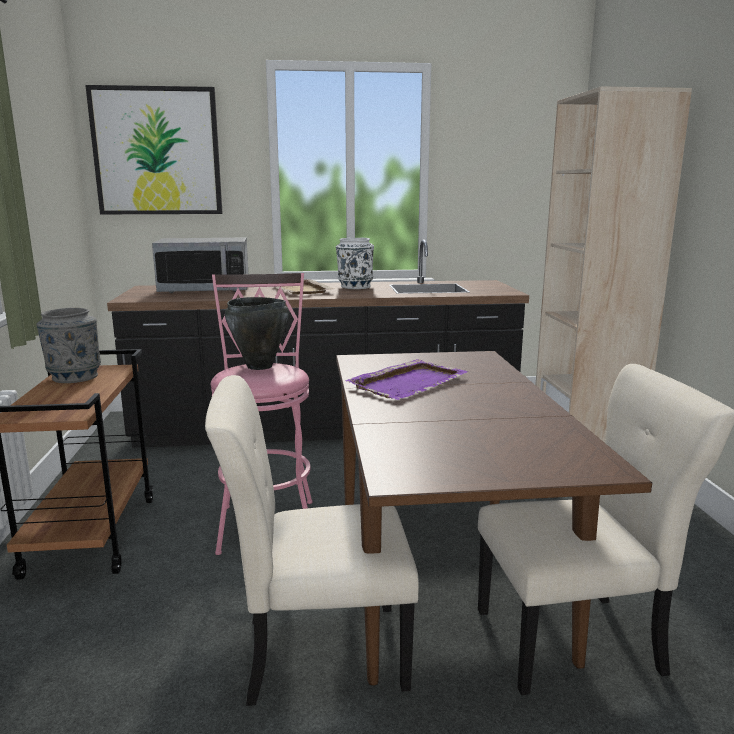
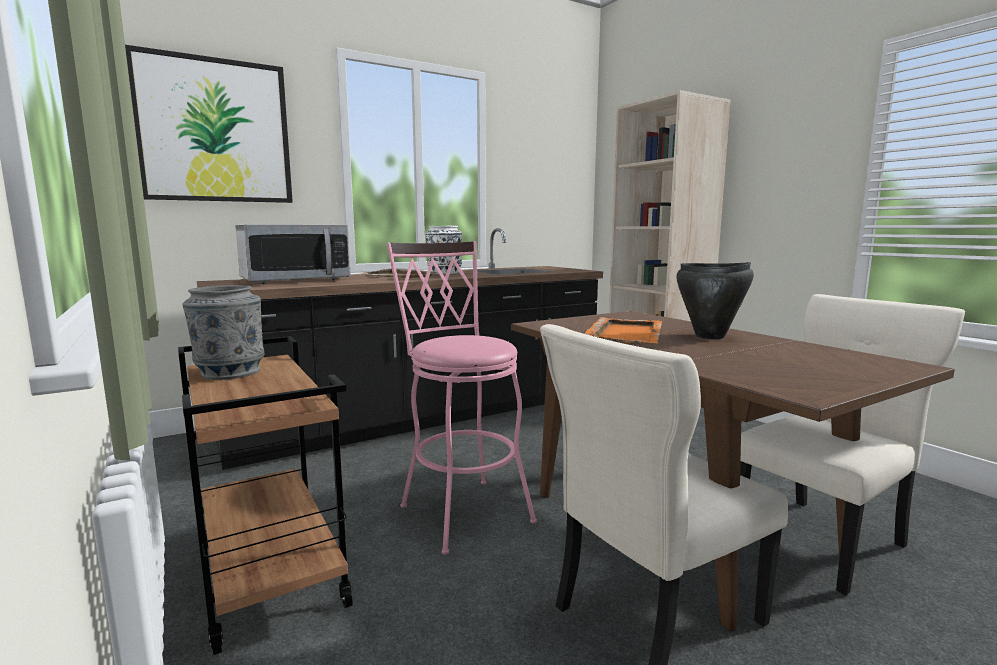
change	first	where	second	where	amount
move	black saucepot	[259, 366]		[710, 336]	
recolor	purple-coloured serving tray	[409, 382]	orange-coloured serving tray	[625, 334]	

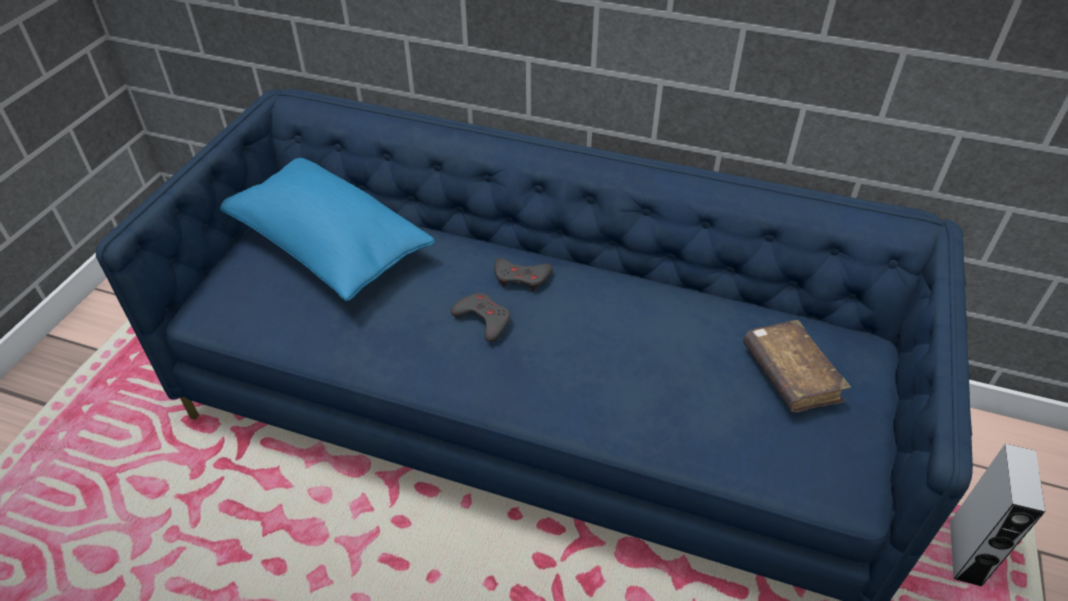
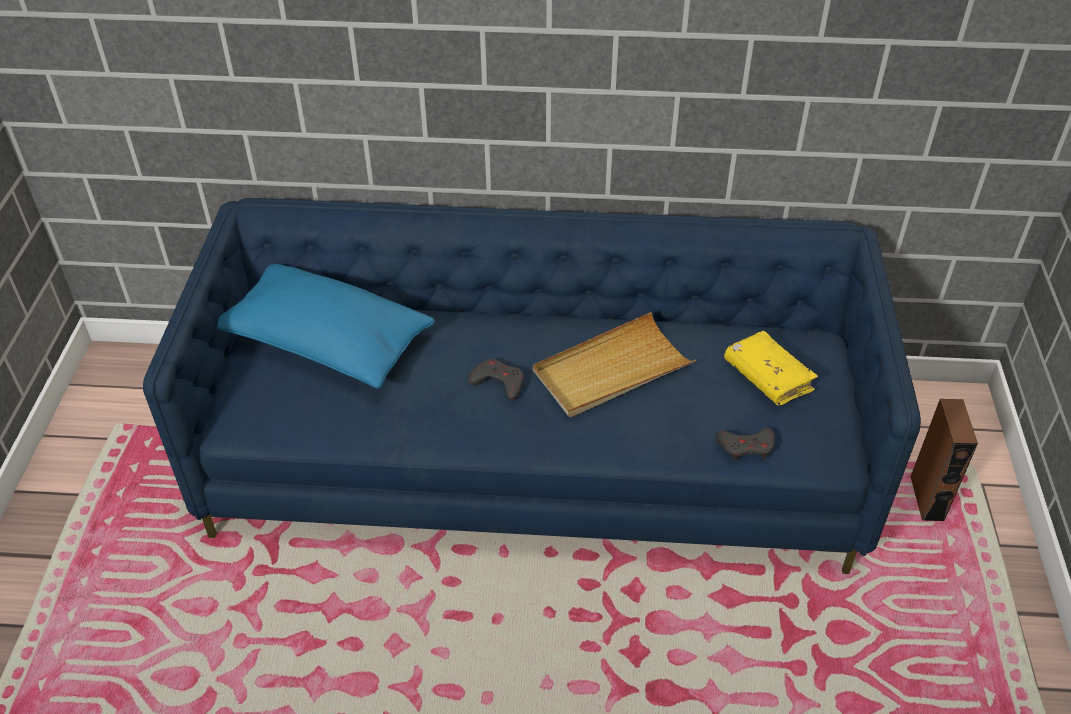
change	first	where	second	where	amount
insert			beige serving tray	[611, 370]	
move	greyish joypad	[521, 278]		[746, 446]	
recolor	brownish book	[790, 374]	yellow book	[767, 377]	
recolor	greyish audio speaker	[964, 553]	brownish audio speaker	[926, 499]	

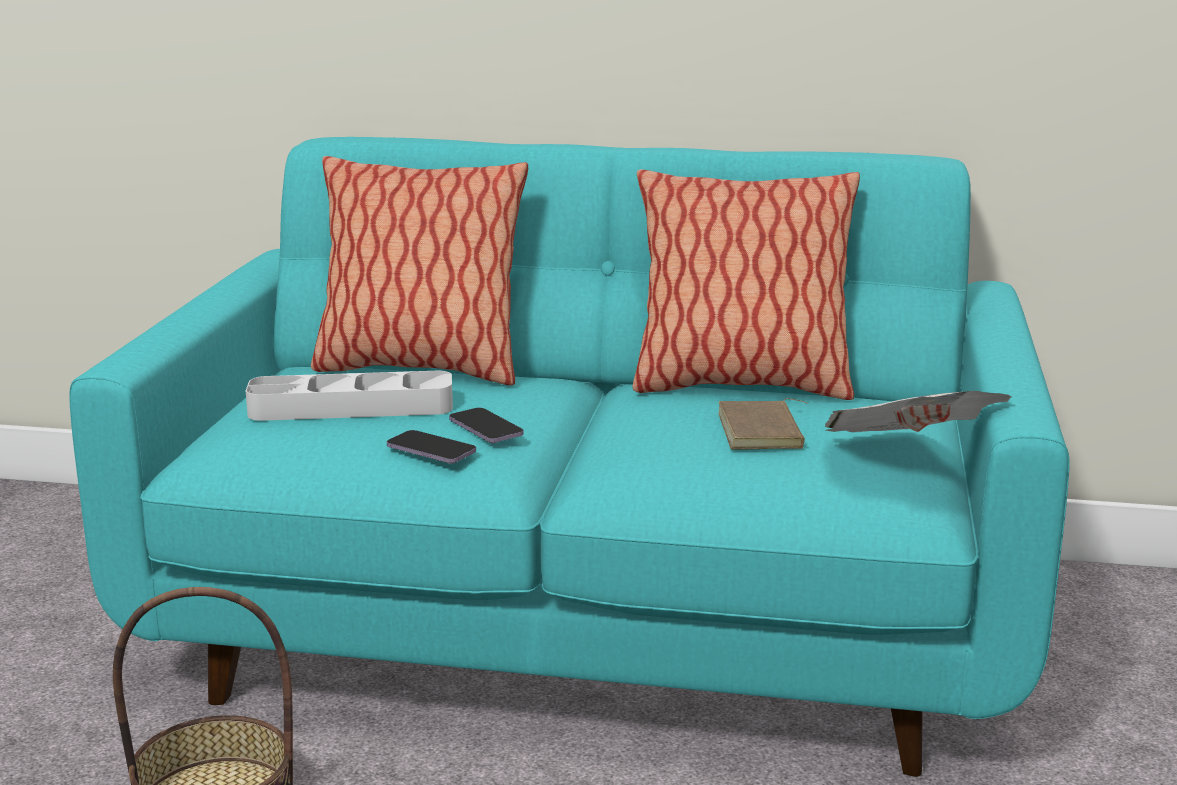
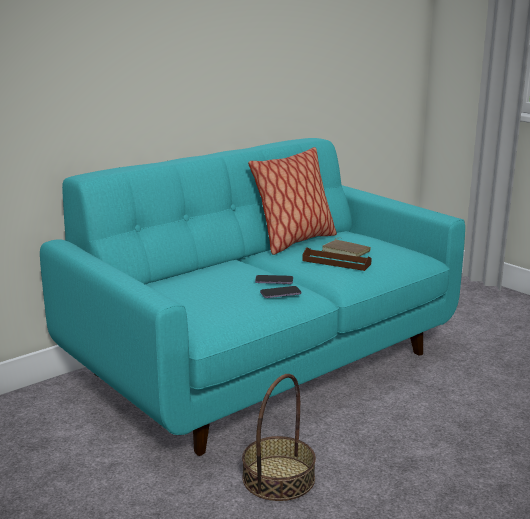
change	first	where	second	where	amount
delete	greyish serving tray	[351, 407]			
delete	cushion	[419, 369]			
delete	newspaper	[910, 462]			
insert			brownish serving tray	[336, 262]	

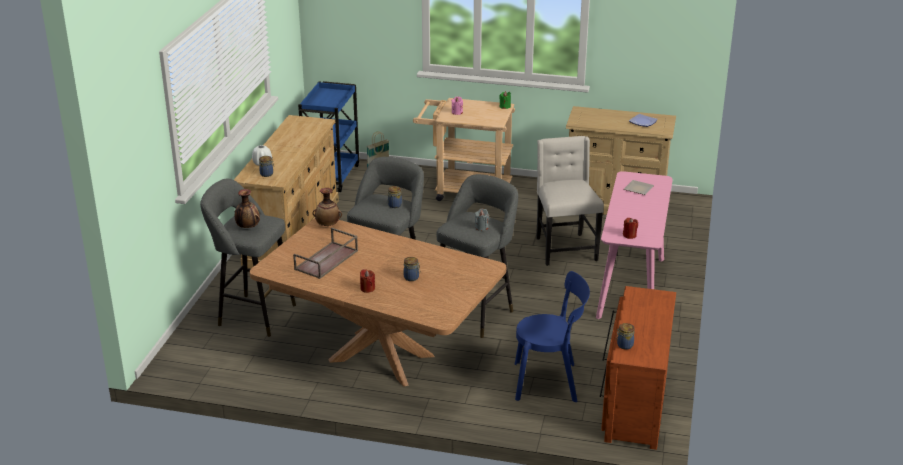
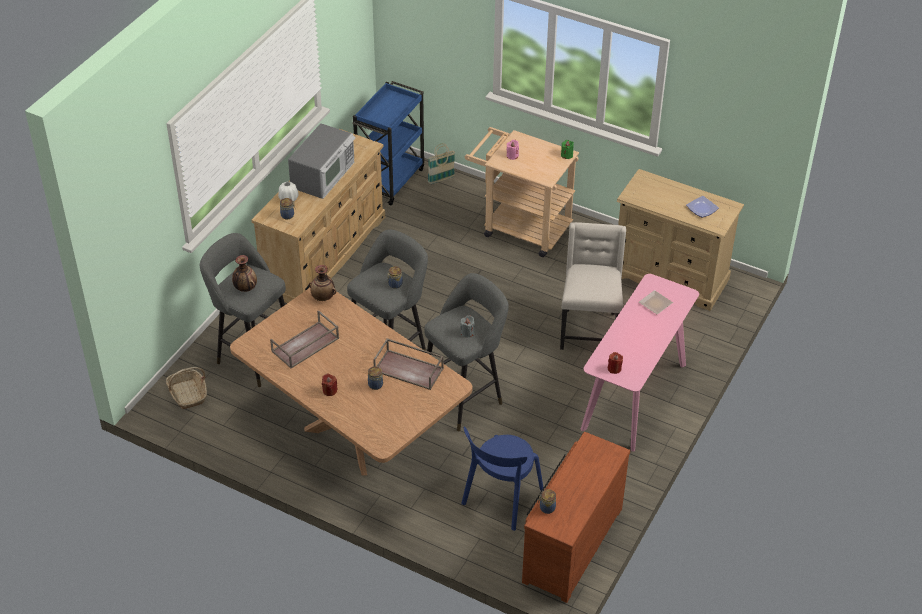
change	first	where	second	where	amount
insert			basket	[188, 394]	
insert			kitchen microwave	[324, 175]	
insert			brownish serving tray	[409, 369]	
rotate	blue plain chair	[549, 382]		[500, 500]	105 degrees clockwise

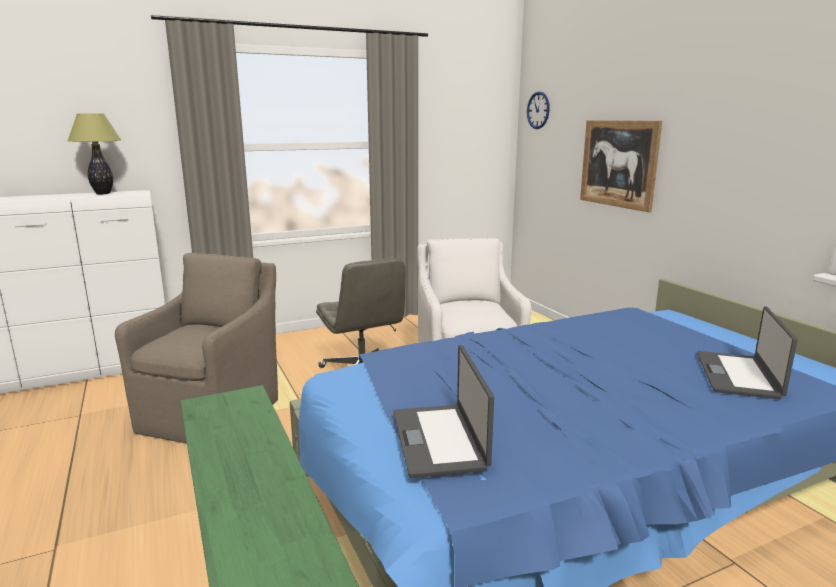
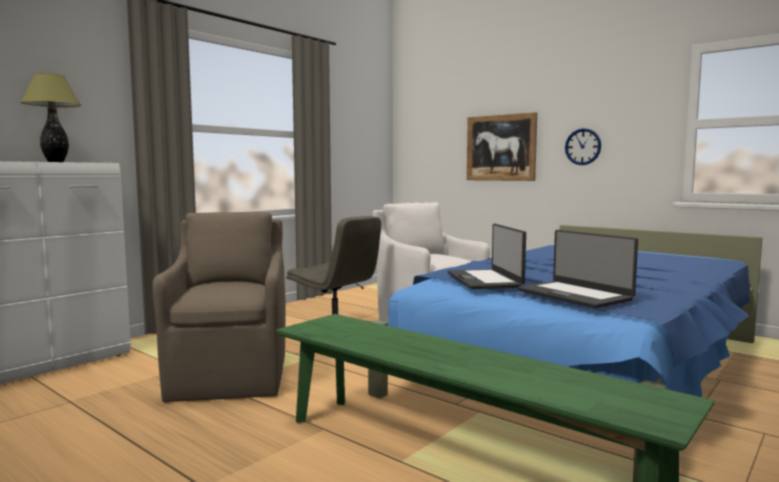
change	first	where	second	where	amount
move	clock on the wall	[538, 110]		[583, 146]	
move	portable computer	[738, 375]		[485, 280]	

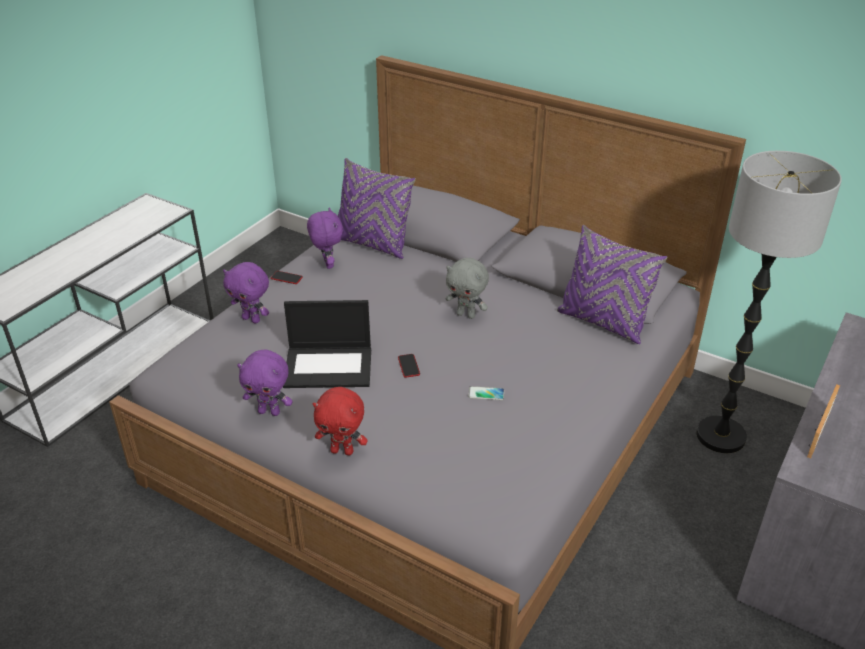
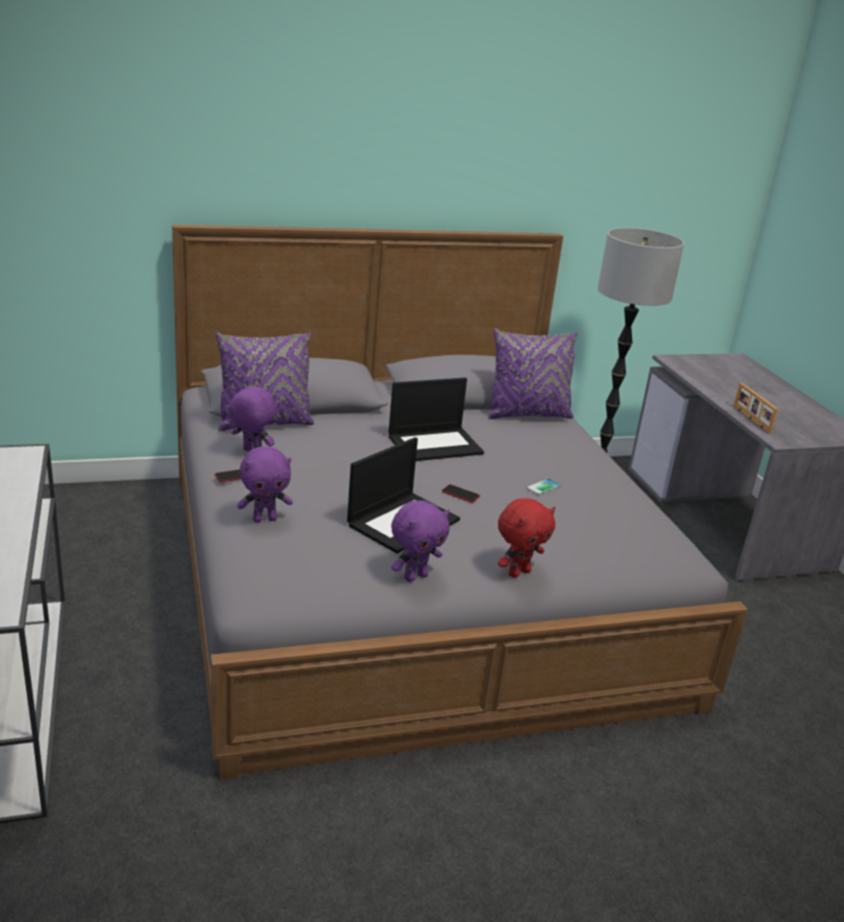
change	first	where	second	where	amount
replace	greyish cuddly toy	[466, 315]	portable computer	[435, 444]	

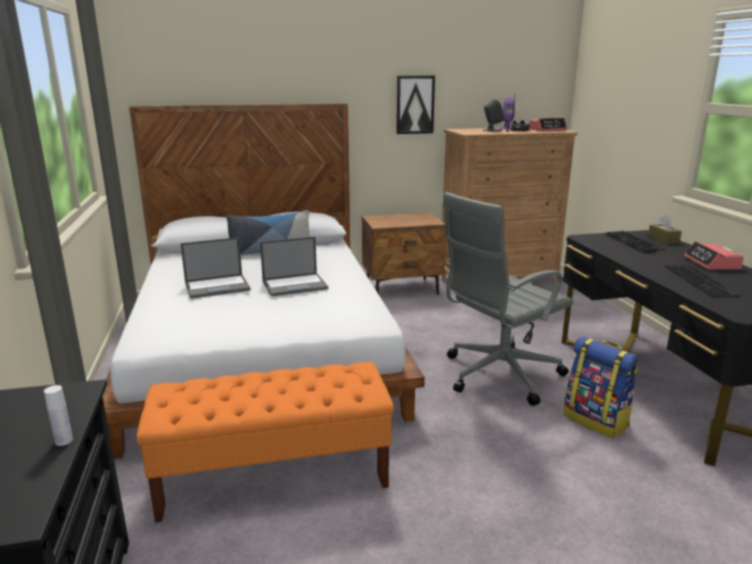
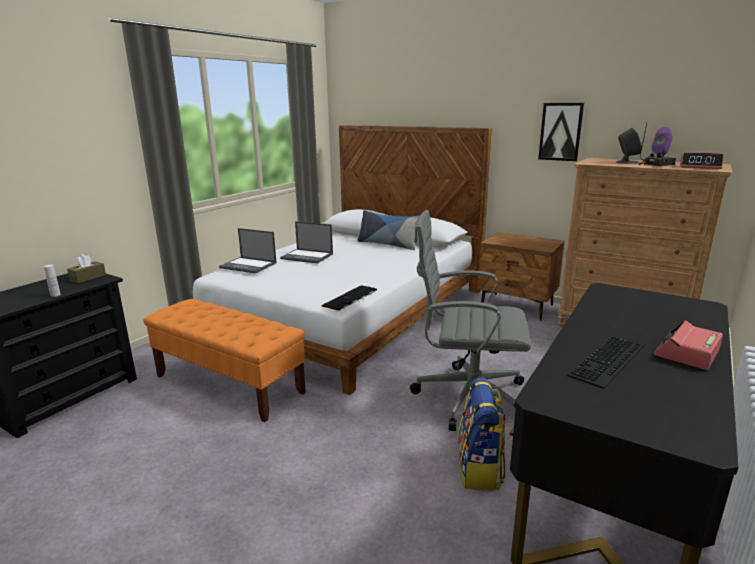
change	first	where	second	where	amount
move	portable computer	[295, 285]		[249, 265]	
move	PC keyboard	[634, 242]		[350, 298]	
move	brownish box of tissues	[663, 239]		[88, 277]	

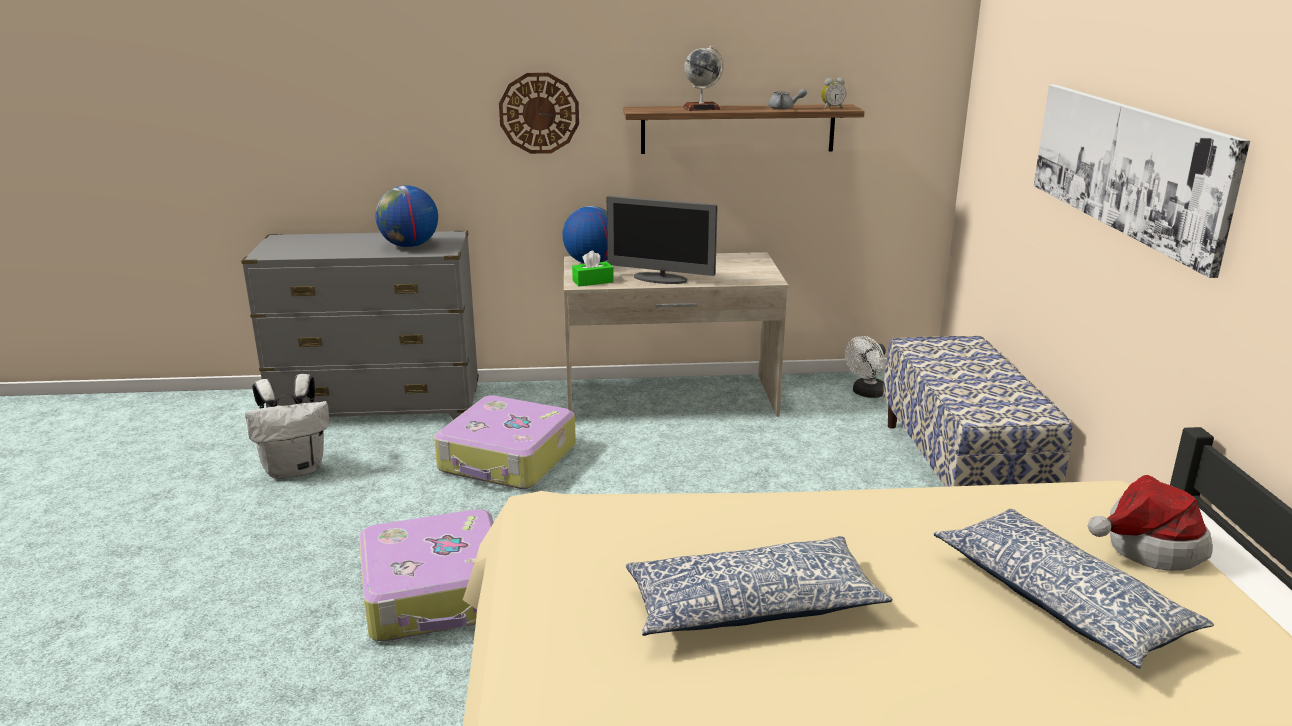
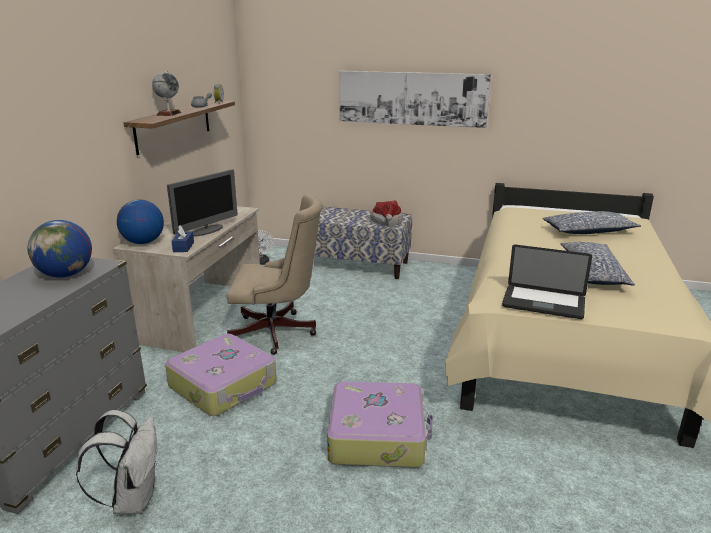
change	first	where	second	where	amount
delete	clock on the wall	[539, 113]			
insert			beige computer chair	[278, 333]	
insert			portable computer	[543, 303]	
move	hat	[1147, 546]		[386, 222]	
recolor	green-coloured box of tissues	[593, 281]	blue box of tissues	[183, 247]	

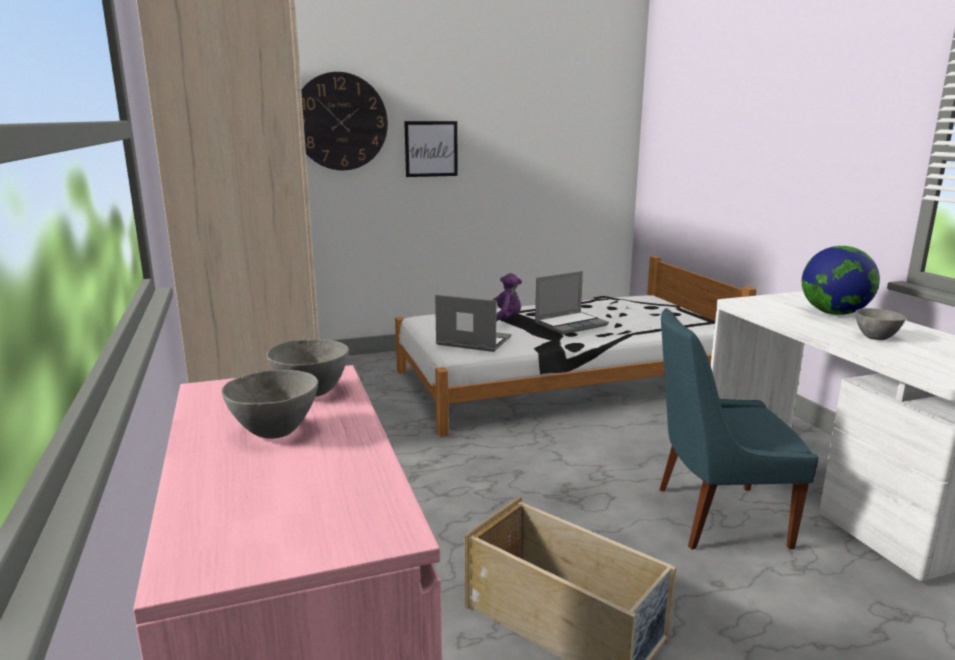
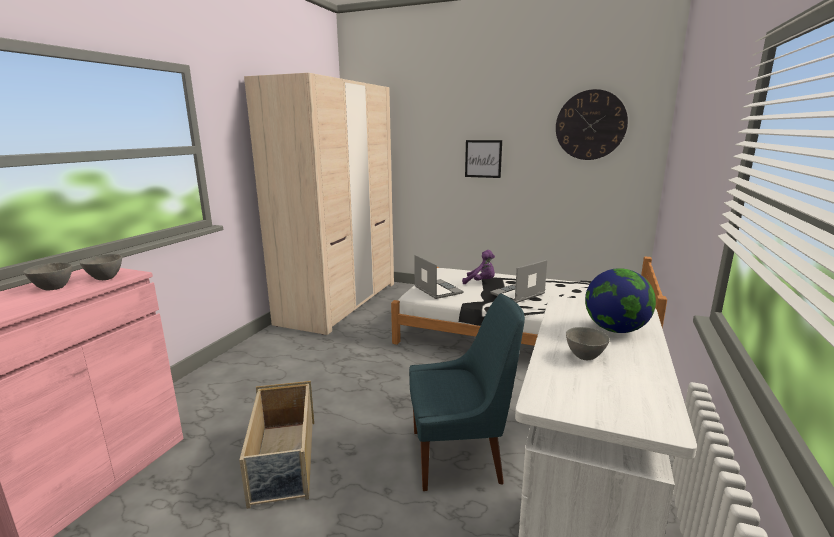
change	first	where	second	where	amount
move	clock on the wall	[340, 122]		[590, 125]	
rotate	portable computer	[571, 324]		[517, 294]	135 degrees clockwise
rotate	blue plain chair	[715, 517]		[460, 456]	135 degrees clockwise

